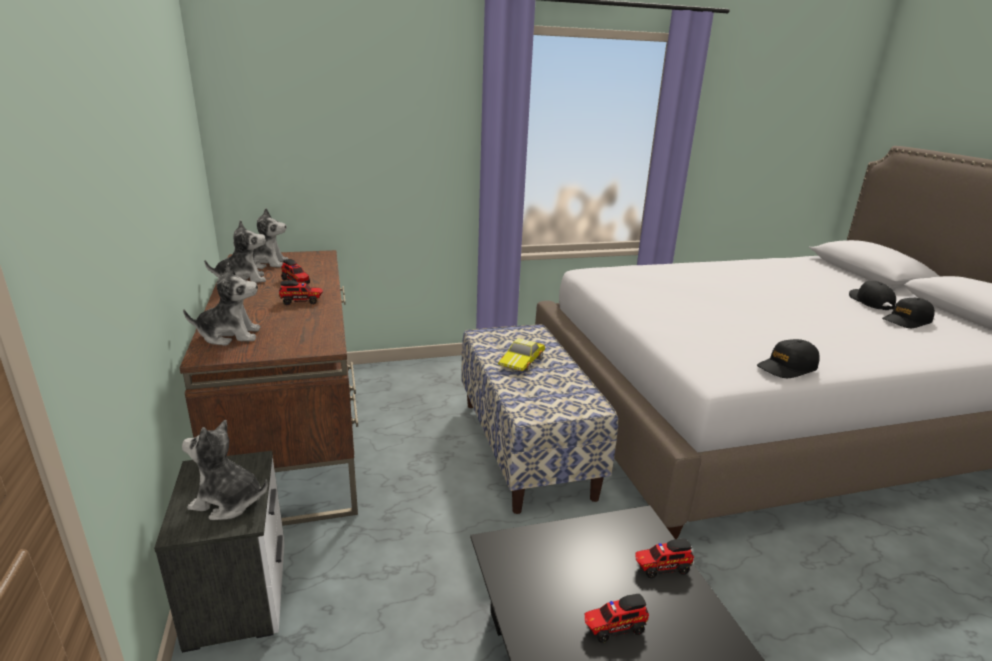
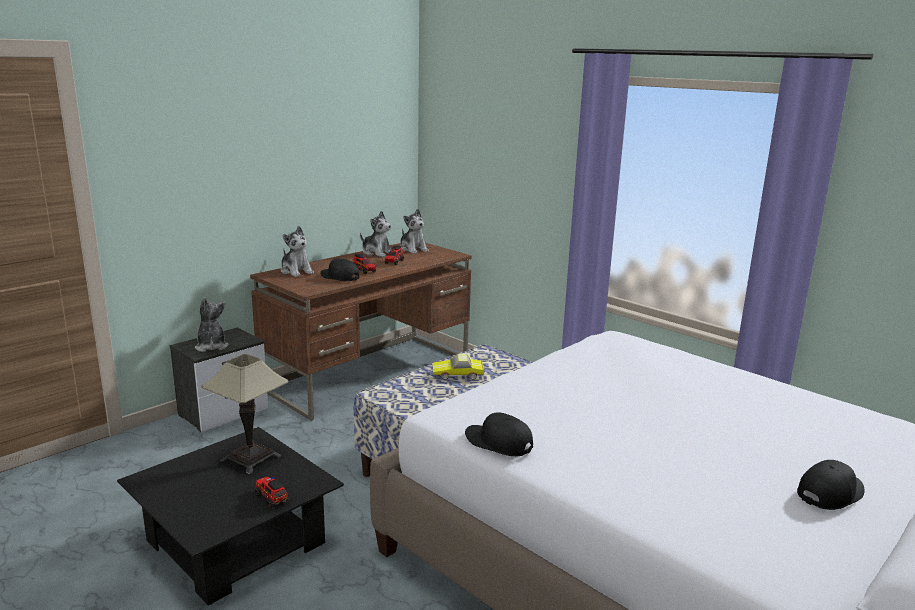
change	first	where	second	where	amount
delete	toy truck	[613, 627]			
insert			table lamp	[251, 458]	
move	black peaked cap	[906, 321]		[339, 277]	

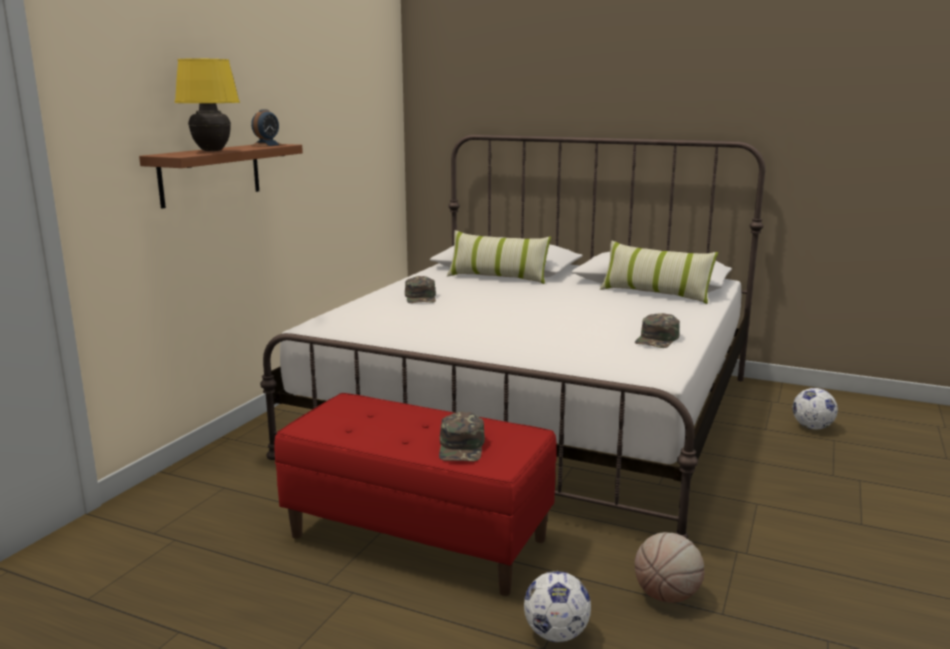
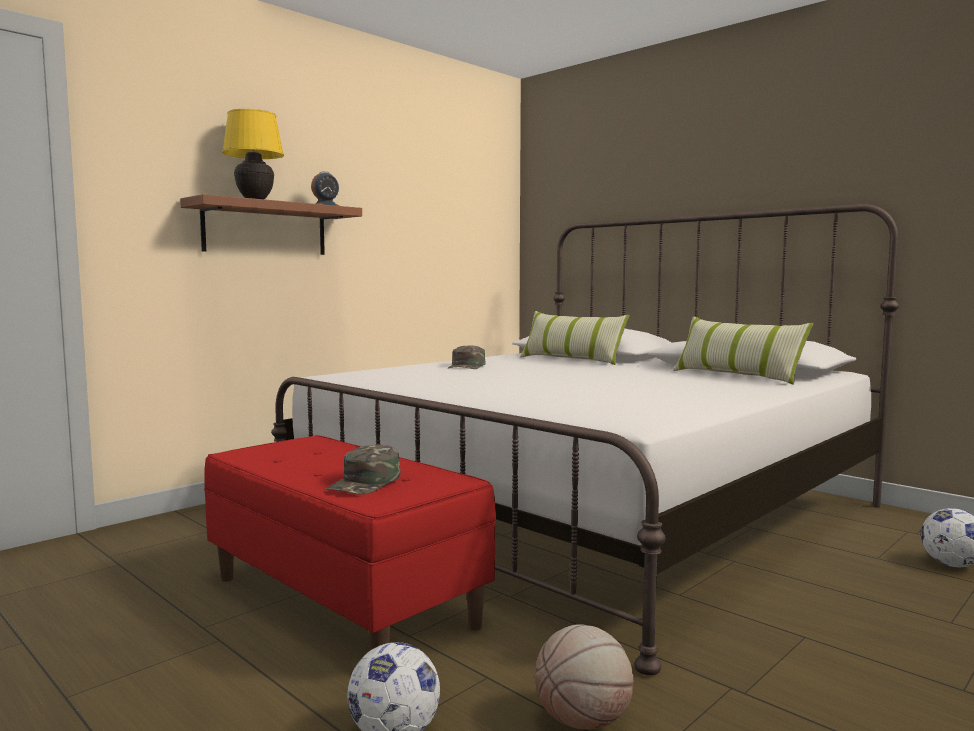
change	first	where	second	where	amount
delete	green-coloured peaked cap	[657, 339]			

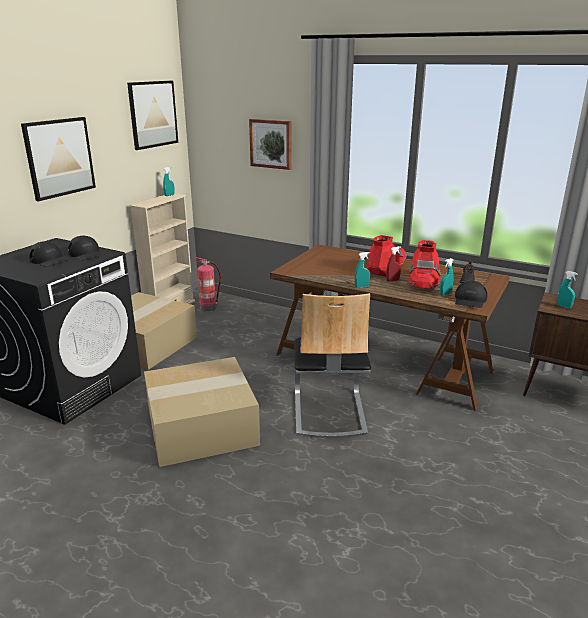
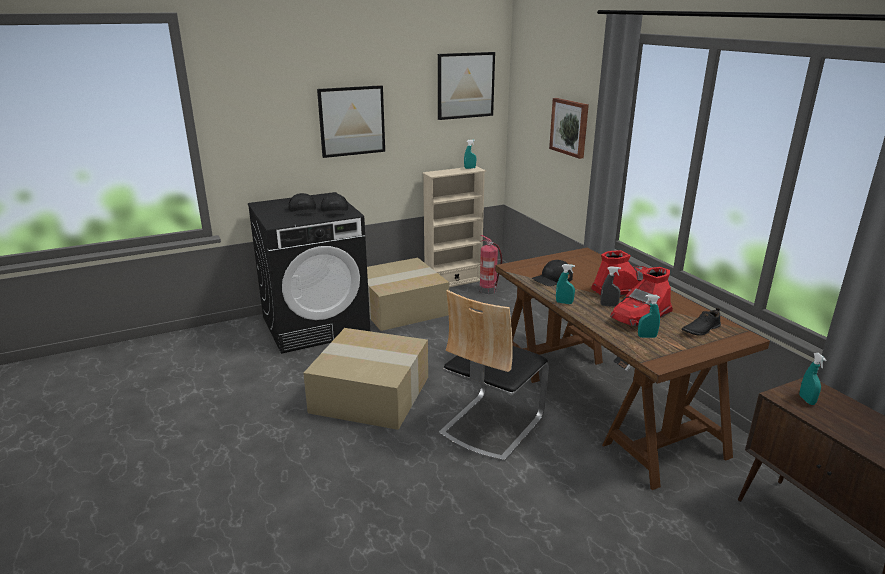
change	first	where	second	where	amount
move	black peaked cap	[470, 300]		[552, 278]	
recolor	reddish sprayer	[392, 280]	greyish sprayer	[609, 305]	

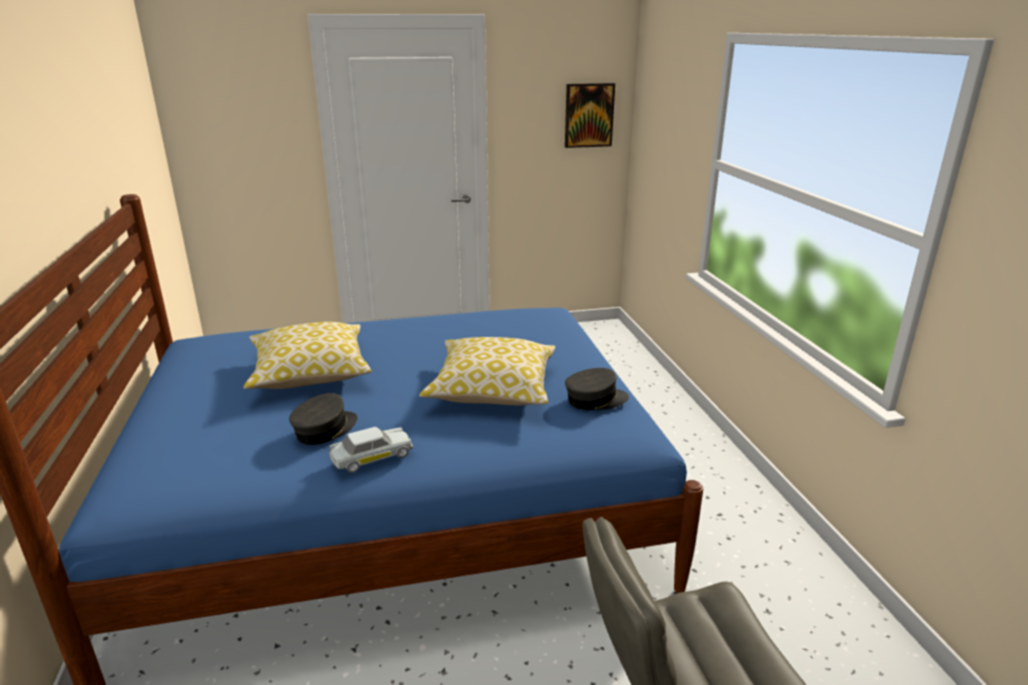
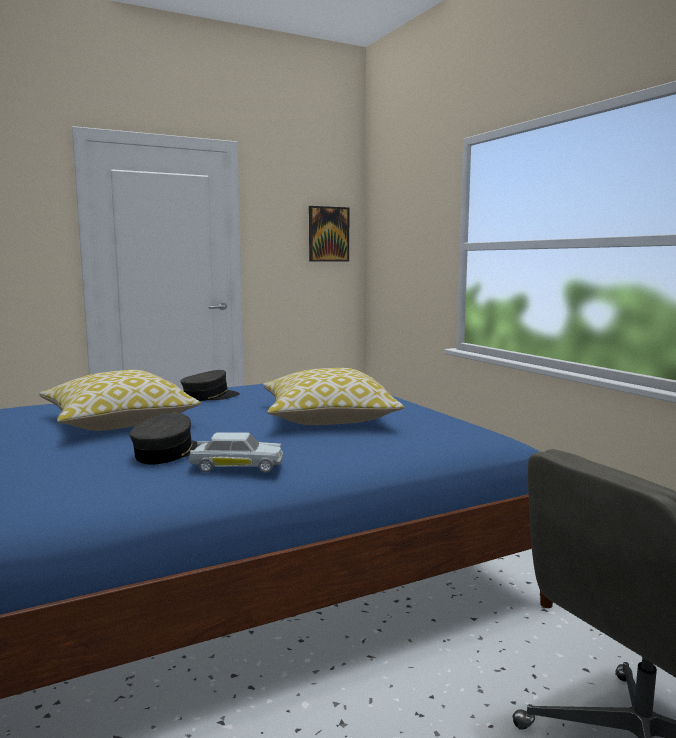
change	first	where	second	where	amount
move	greyish peaked cap	[595, 400]		[210, 397]	
rotate	white model car	[371, 457]		[236, 466]	45 degrees clockwise

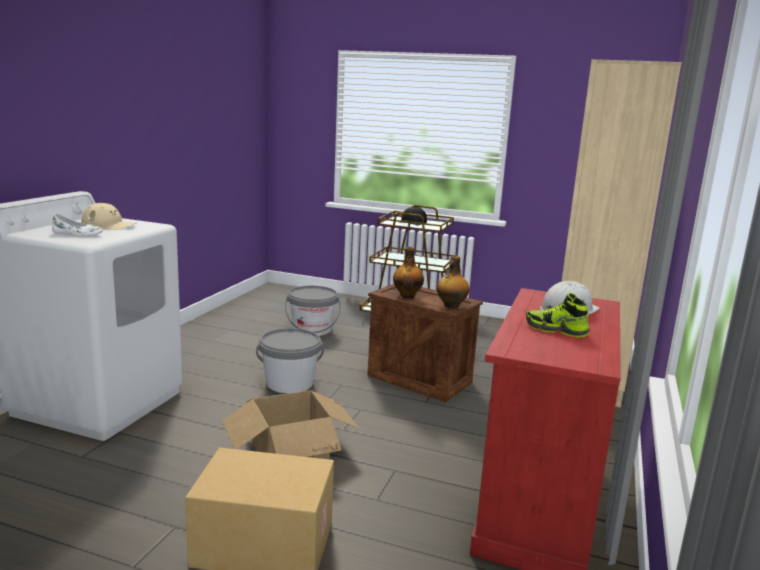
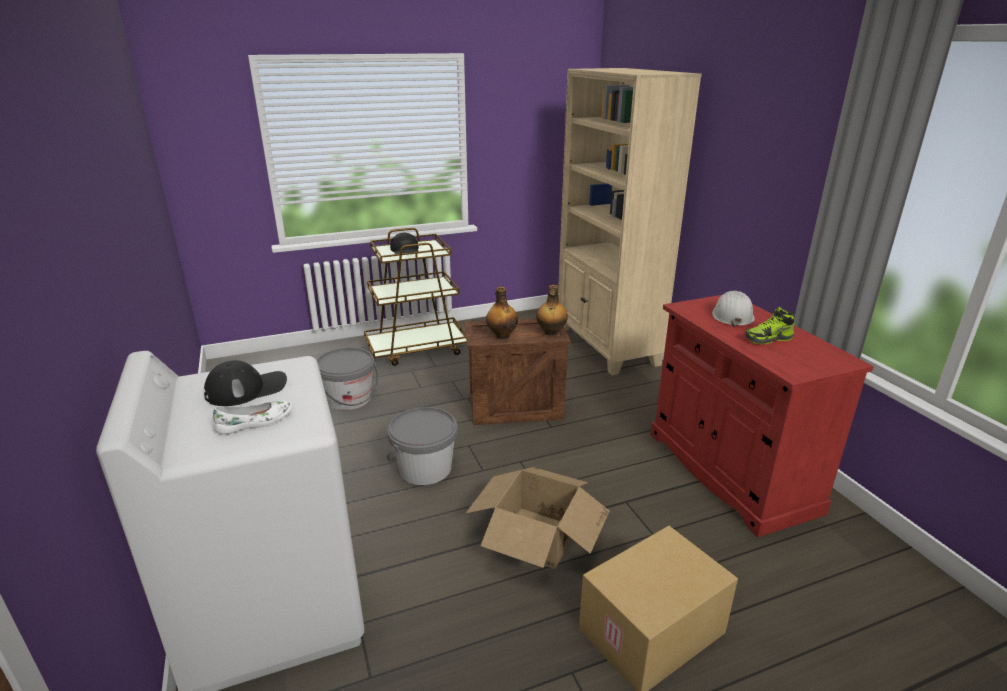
change	first	where	second	where	amount
recolor	beige peaked cap	[109, 225]	black peaked cap	[247, 389]	

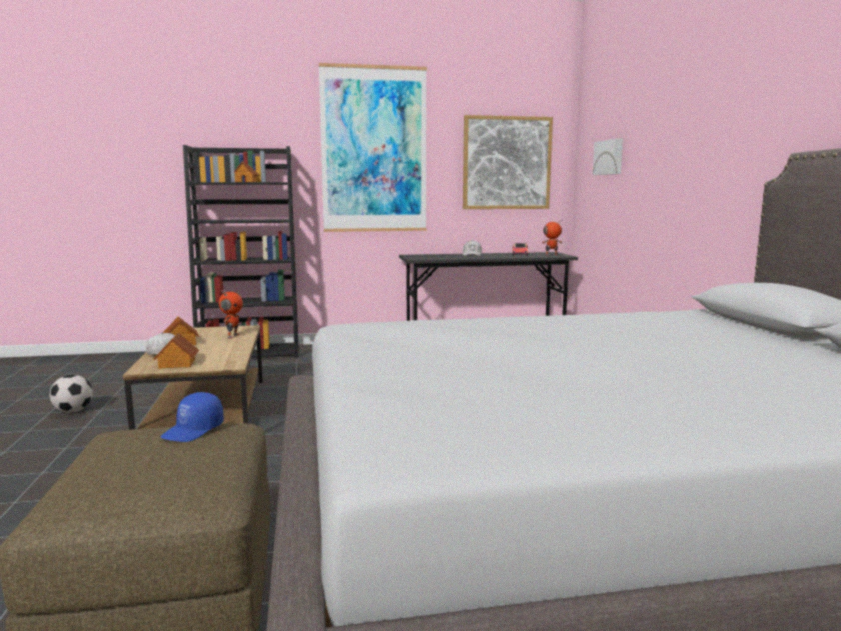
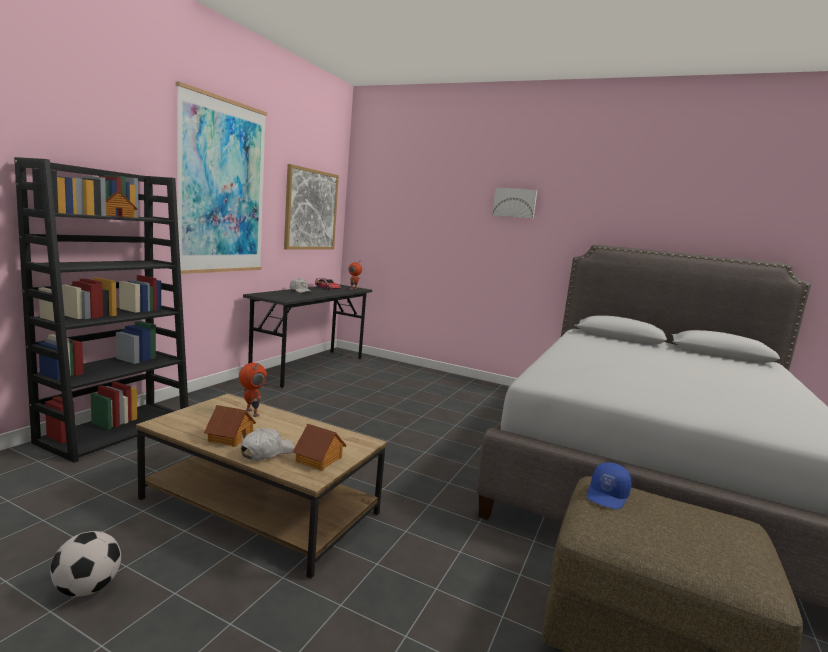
change	first	where	second	where	amount
move	wall art	[609, 157]		[514, 203]	
rotate	blue peaked cap	[193, 431]		[608, 496]	60 degrees clockwise

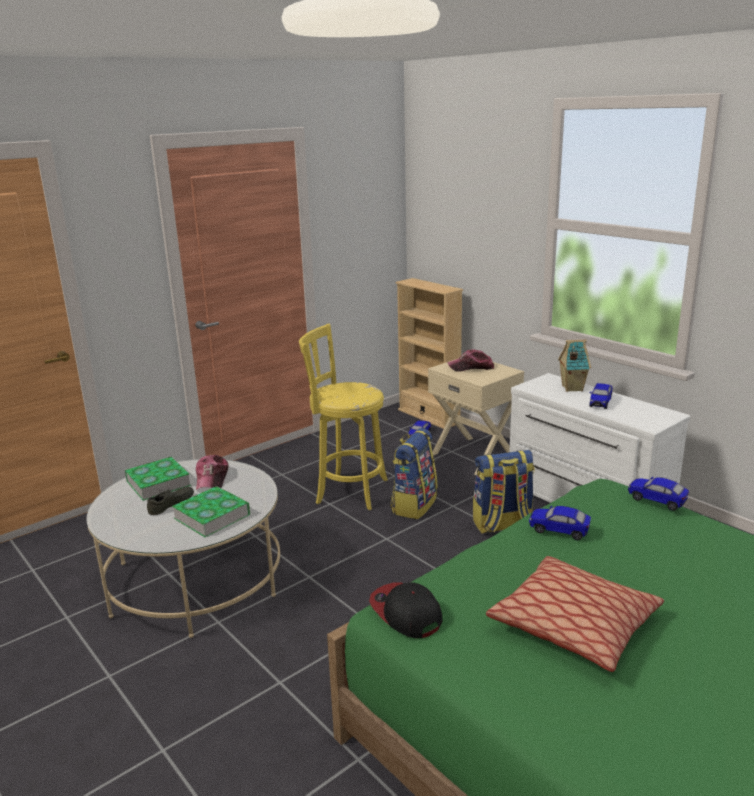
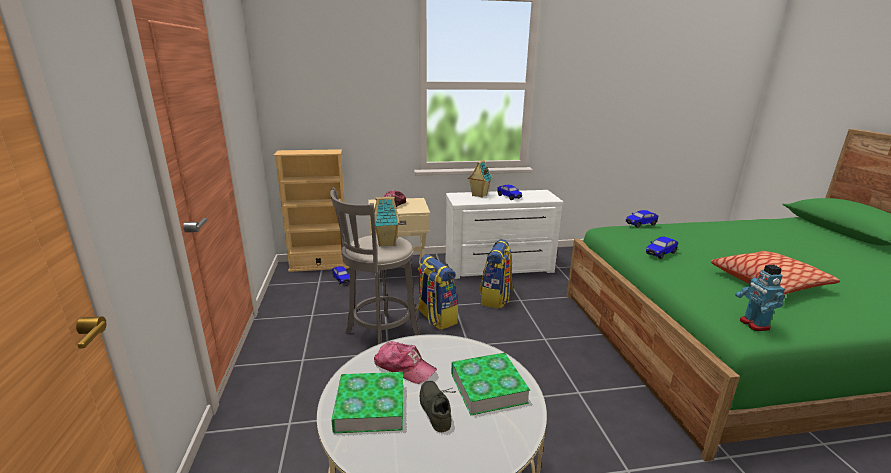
change	first	where	second	where	amount
insert			toy house	[387, 243]	
replace	peaked cap	[405, 612]	robot figure	[753, 324]	
recolor	yellow stool seat	[348, 491]	greyish stool seat	[379, 336]	

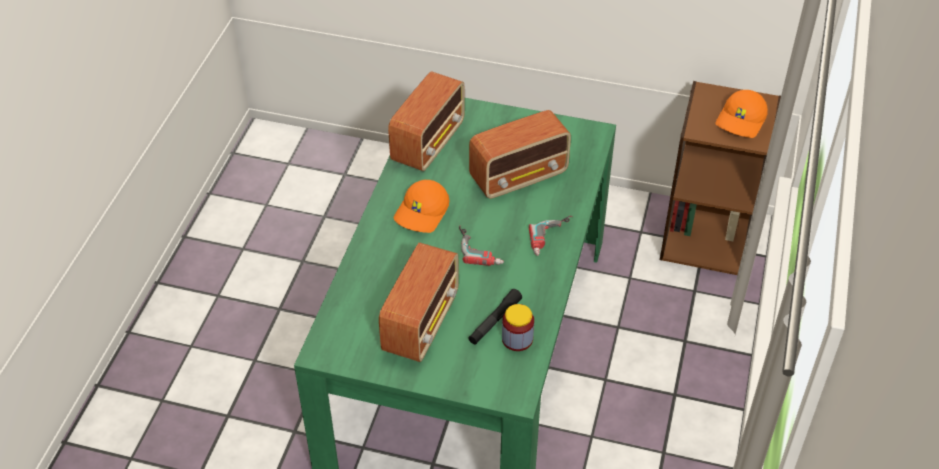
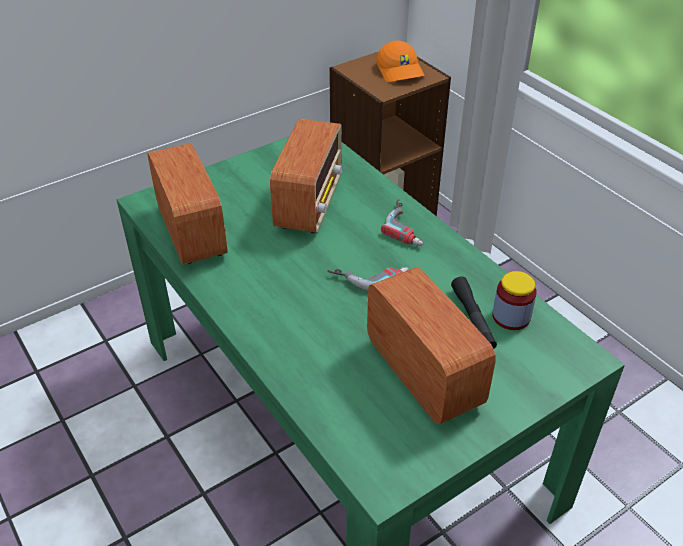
change	first	where	second	where	amount
delete	orange-coloured peaked cap	[422, 213]			

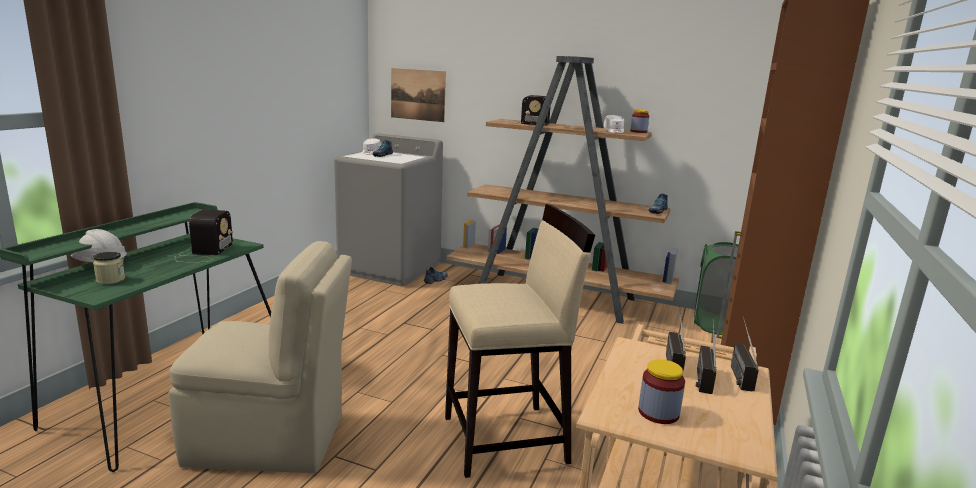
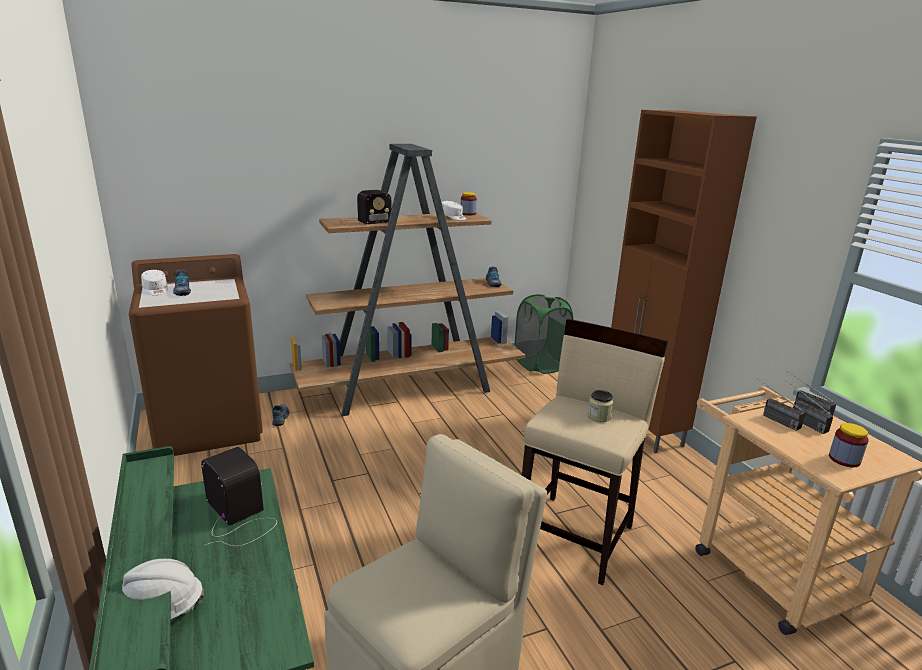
change	first	where	second	where	amount
delete	wall art	[417, 95]			
move	jar	[110, 280]		[599, 416]	
recolor	greyish laundry machine	[390, 268]	brownish laundry machine	[209, 425]	

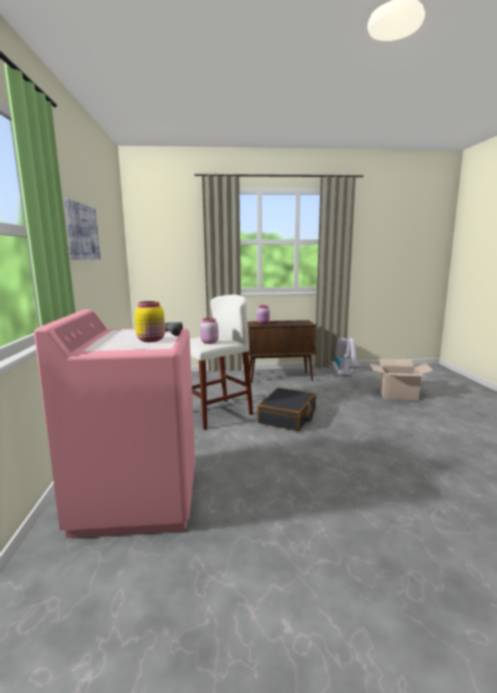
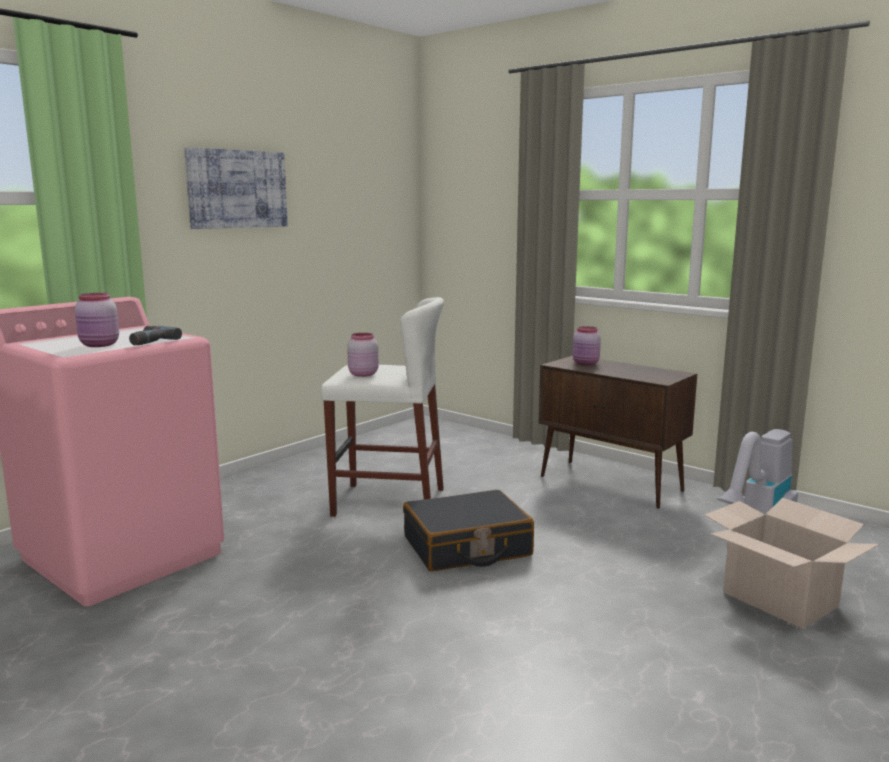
change	first	where	second	where	amount
recolor	yellow jar	[152, 340]	pink jar	[100, 345]	

